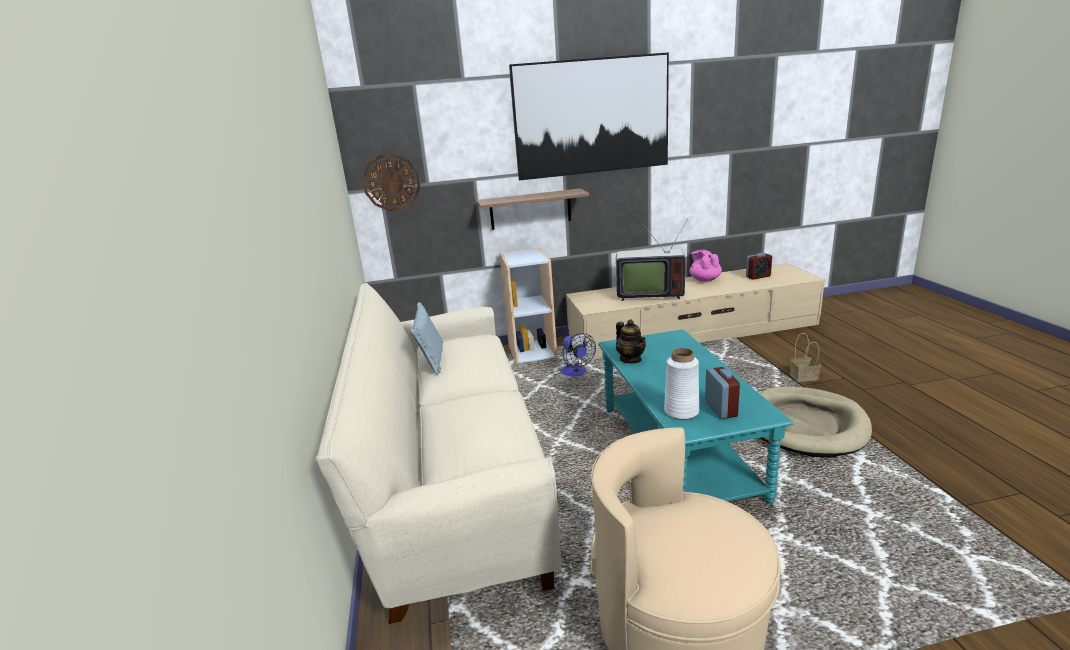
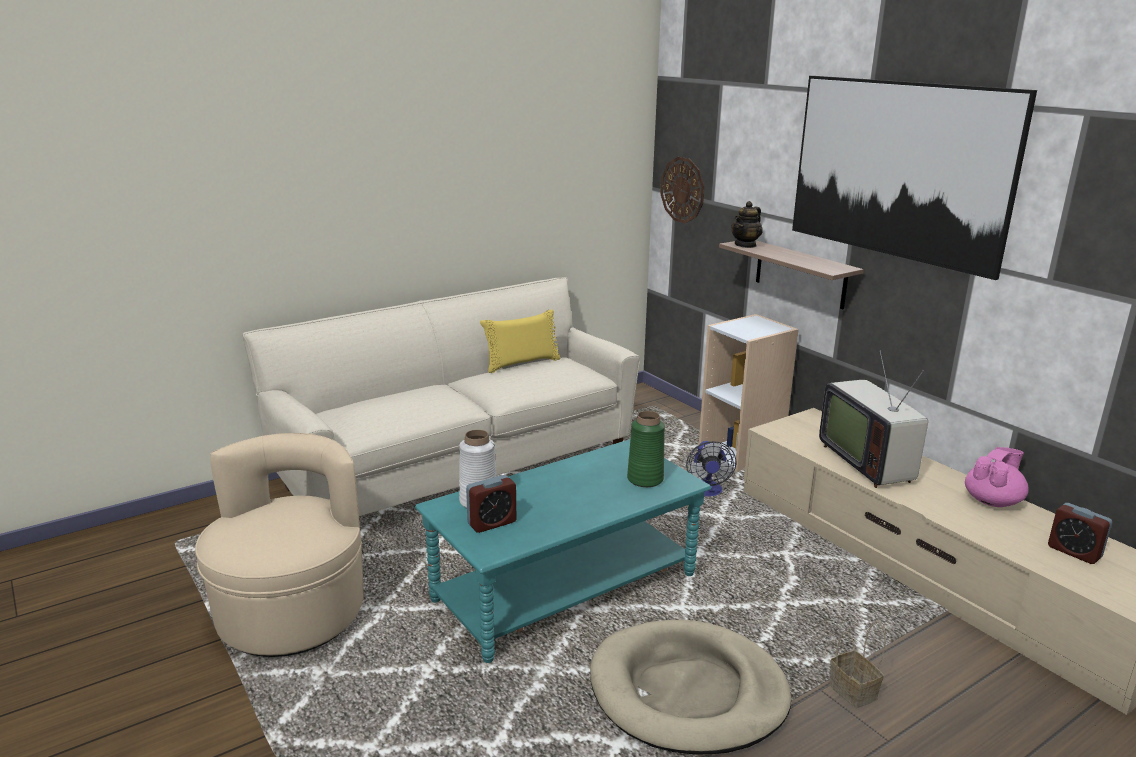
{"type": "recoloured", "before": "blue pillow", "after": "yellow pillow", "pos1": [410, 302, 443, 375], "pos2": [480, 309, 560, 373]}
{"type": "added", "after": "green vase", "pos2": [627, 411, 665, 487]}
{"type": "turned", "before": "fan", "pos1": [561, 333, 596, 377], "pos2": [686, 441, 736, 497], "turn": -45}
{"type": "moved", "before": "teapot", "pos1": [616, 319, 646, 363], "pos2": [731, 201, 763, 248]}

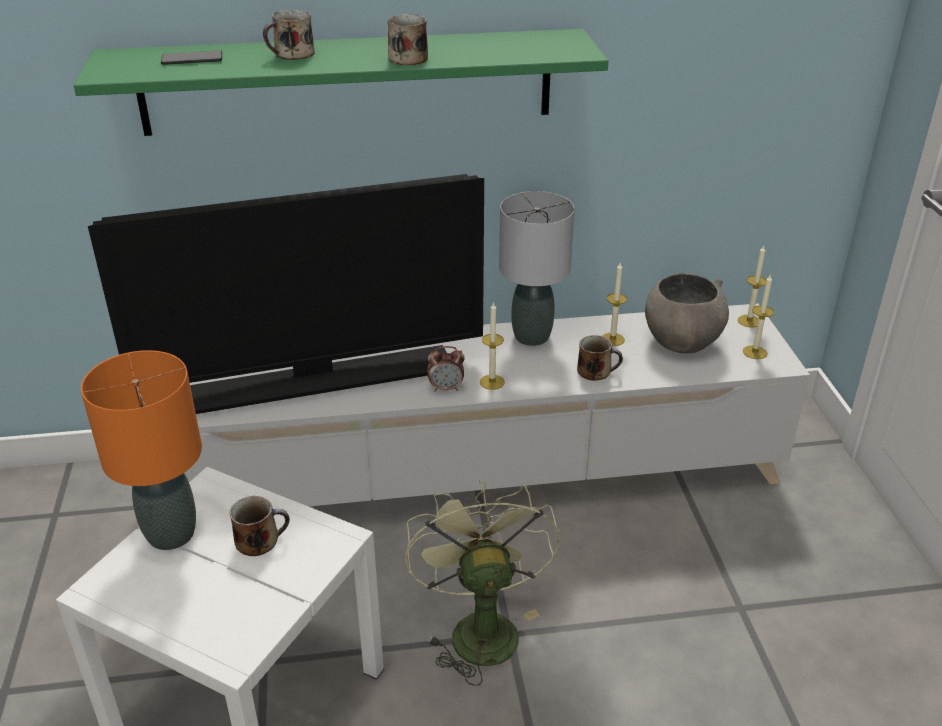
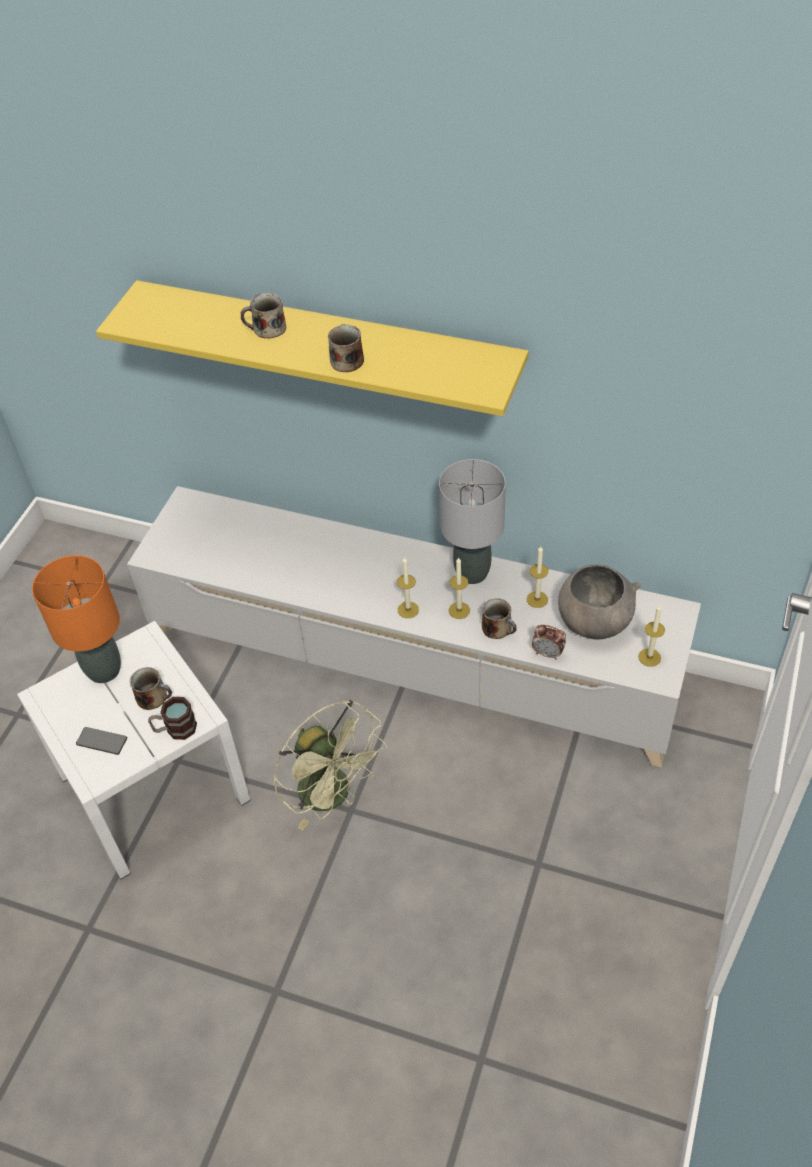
{"type": "moved", "before": "phone", "pos1": [161, 50, 222, 65], "pos2": [76, 727, 127, 755]}
{"type": "recoloured", "before": "green shelf", "after": "yellow shelf", "pos1": [74, 29, 608, 136], "pos2": [96, 280, 529, 416]}
{"type": "added", "after": "mug", "pos2": [148, 697, 197, 740]}
{"type": "turned", "before": "green fan", "pos1": [405, 481, 560, 686], "pos2": [273, 700, 387, 831], "turn": 120}
{"type": "moved", "before": "candle", "pos1": [738, 246, 766, 328], "pos2": [449, 557, 470, 619]}
{"type": "moved", "before": "alarm clock", "pos1": [427, 346, 465, 392], "pos2": [532, 625, 566, 660]}
{"type": "removed", "before": "television", "pos1": [88, 174, 484, 414]}

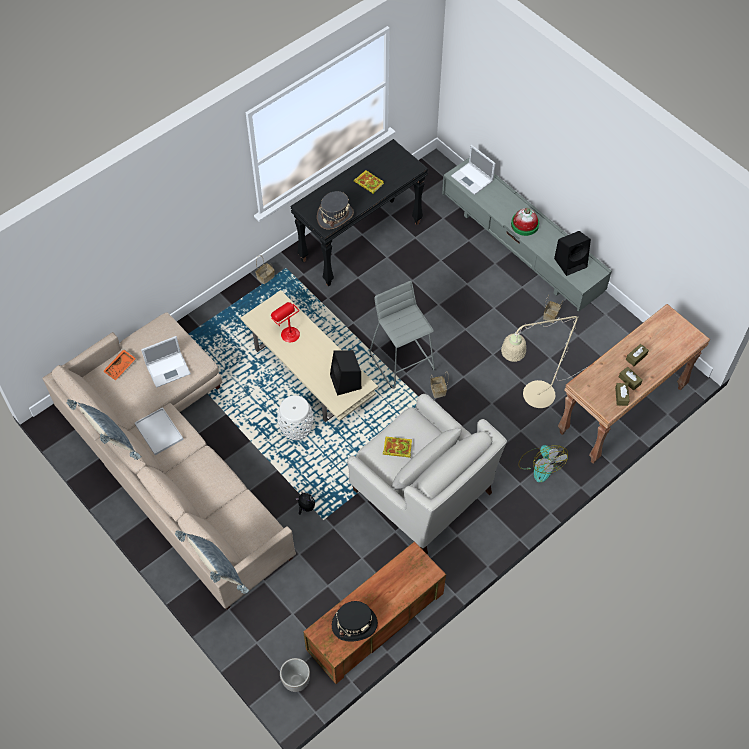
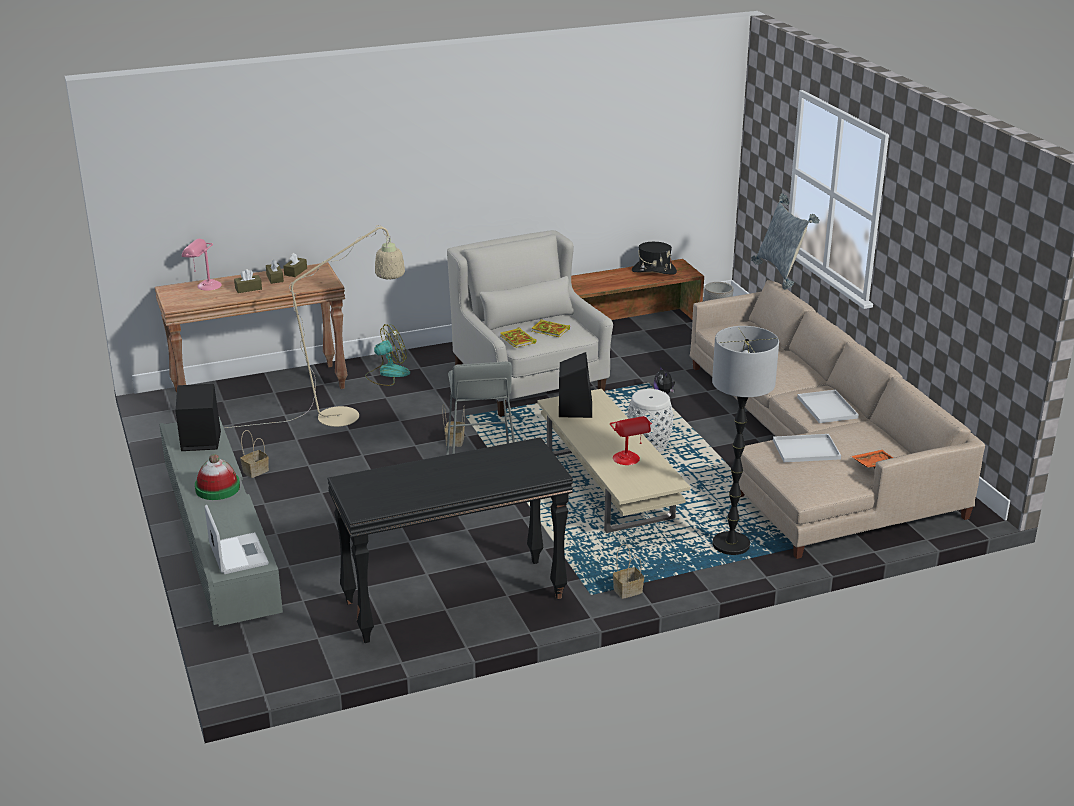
{"type": "added", "after": "pink table lamp", "pos2": [182, 239, 222, 291]}
{"type": "turned", "before": "fan", "pos1": [518, 445, 568, 483], "pos2": [365, 324, 410, 386], "turn": 60}
{"type": "moved", "before": "book", "pos1": [354, 170, 384, 194], "pos2": [500, 327, 536, 348]}
{"type": "added", "after": "floor lamp", "pos2": [712, 326, 779, 555]}
{"type": "replaced", "before": "laptop", "after": "white tray", "pos1": [141, 336, 191, 388], "pos2": [773, 434, 841, 462]}
{"type": "removed", "before": "pillow", "pos1": [67, 399, 141, 460]}
{"type": "removed", "before": "grey hat", "pos1": [317, 191, 354, 229]}

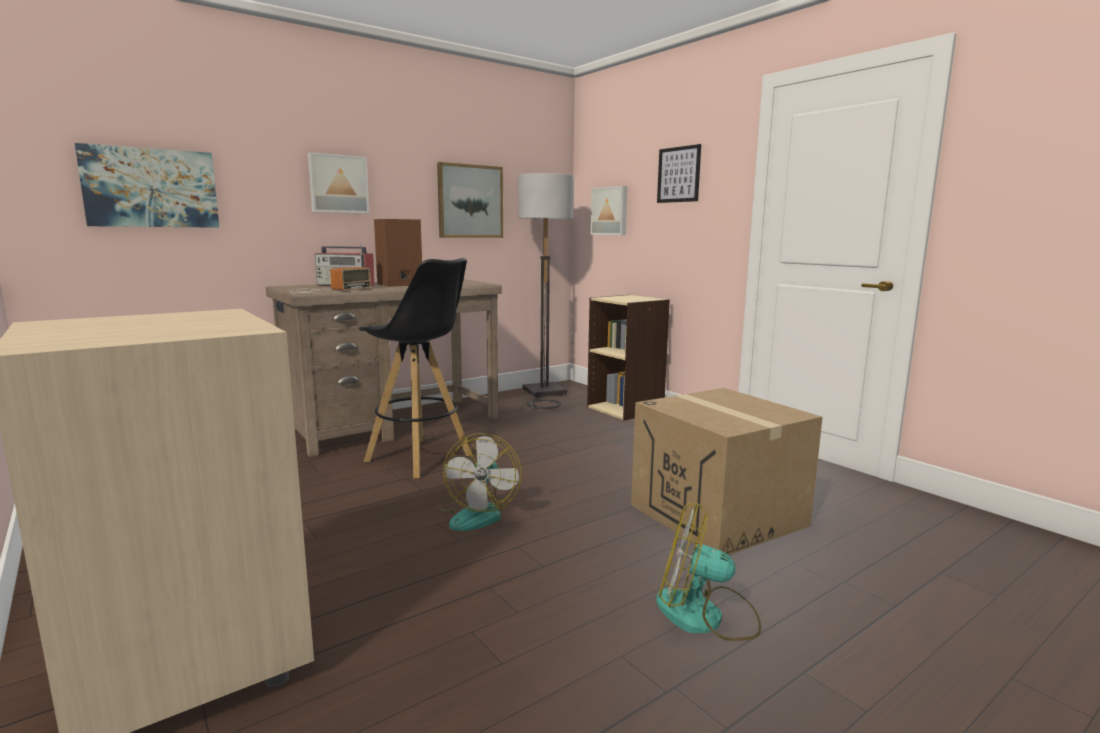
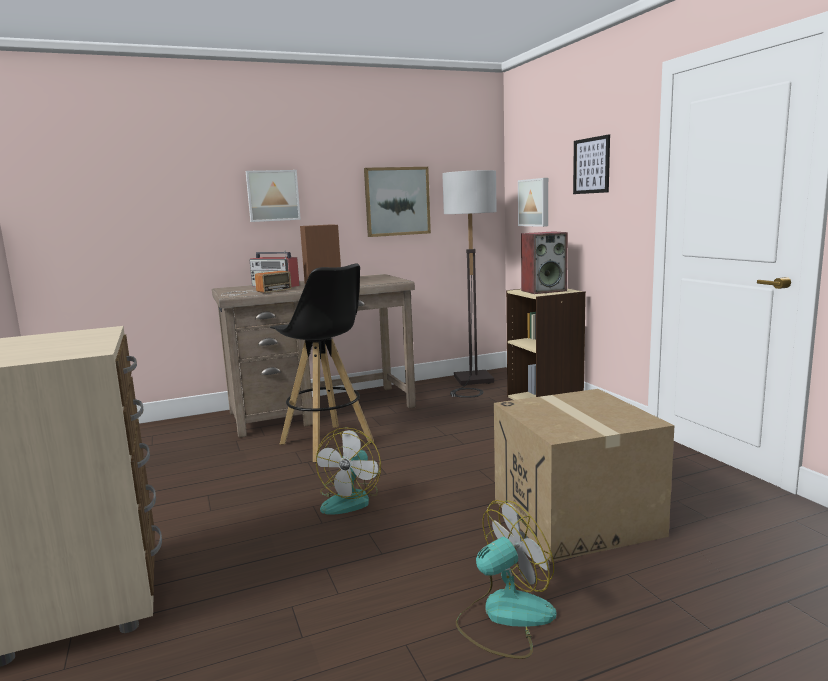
{"type": "turned", "before": "fan", "pos1": [656, 503, 761, 641], "pos2": [456, 500, 557, 659], "turn": 120}
{"type": "added", "after": "speaker", "pos2": [521, 231, 568, 294]}
{"type": "removed", "before": "picture", "pos1": [75, 143, 220, 228]}

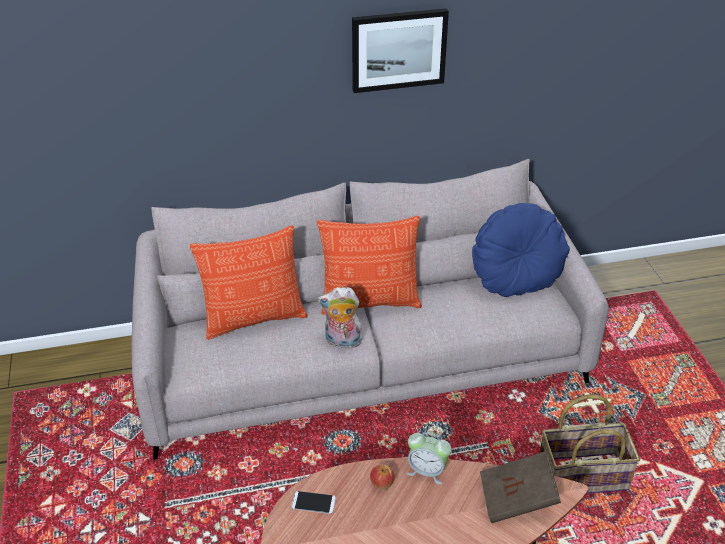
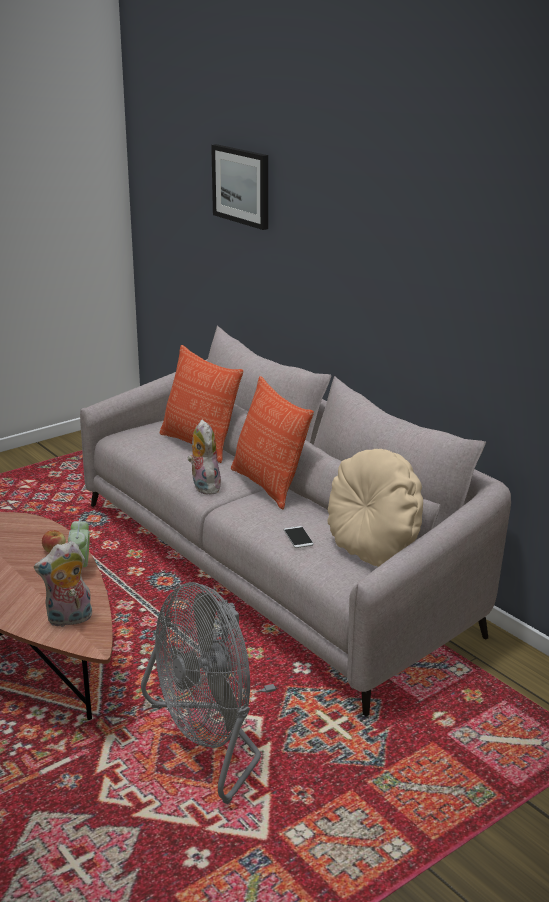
{"type": "replaced", "before": "brown book", "after": "plush toy", "pos1": [480, 451, 561, 523], "pos2": [34, 541, 92, 627]}
{"type": "replaced", "before": "basket", "after": "grey fan", "pos1": [539, 394, 640, 494], "pos2": [141, 582, 278, 804]}
{"type": "moved", "before": "picture", "pos1": [352, 8, 449, 93], "pos2": [211, 144, 268, 230]}
{"type": "moved", "before": "phone", "pos1": [292, 491, 336, 514], "pos2": [284, 526, 314, 548]}
{"type": "recoloured", "before": "blue pillow", "after": "beige pillow", "pos1": [472, 203, 570, 297], "pos2": [327, 449, 423, 567]}

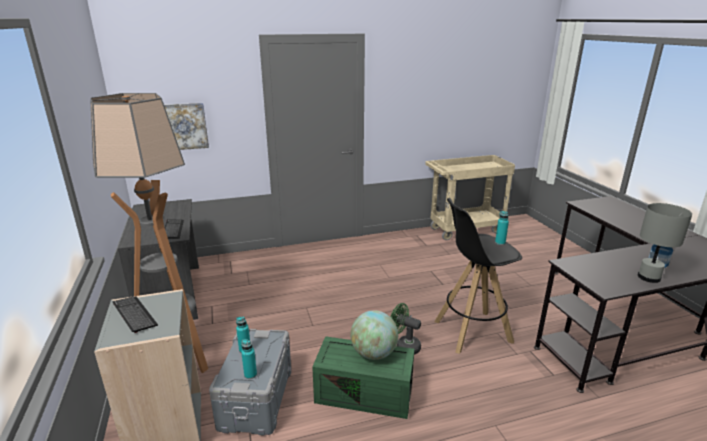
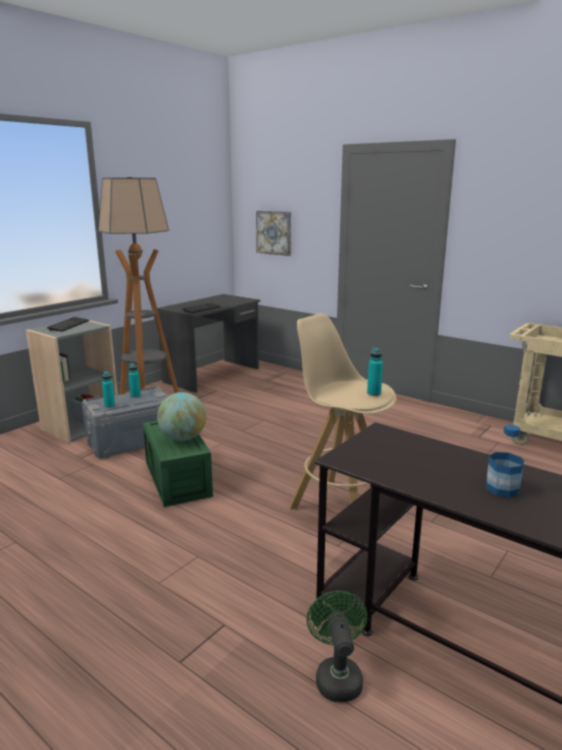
{"type": "recoloured", "before": "black stool", "after": "beige stool", "pos1": [434, 198, 522, 354], "pos2": [289, 314, 396, 509]}
{"type": "moved", "before": "green fan", "pos1": [391, 303, 421, 355], "pos2": [306, 591, 367, 702]}
{"type": "removed", "before": "grey table lamp", "pos1": [638, 203, 692, 283]}

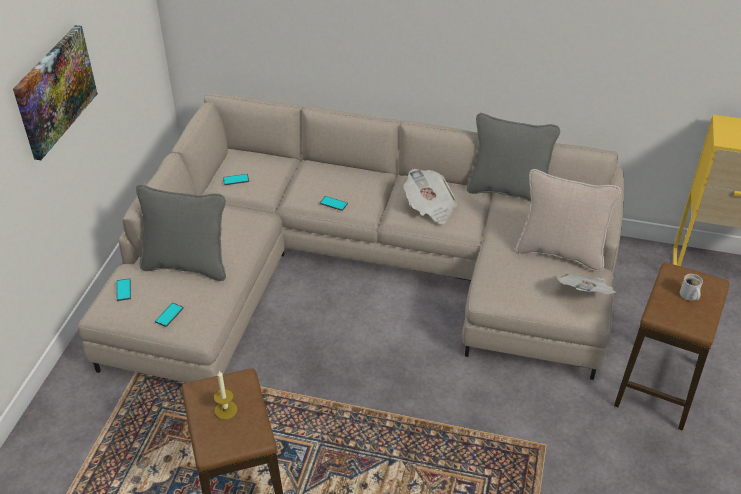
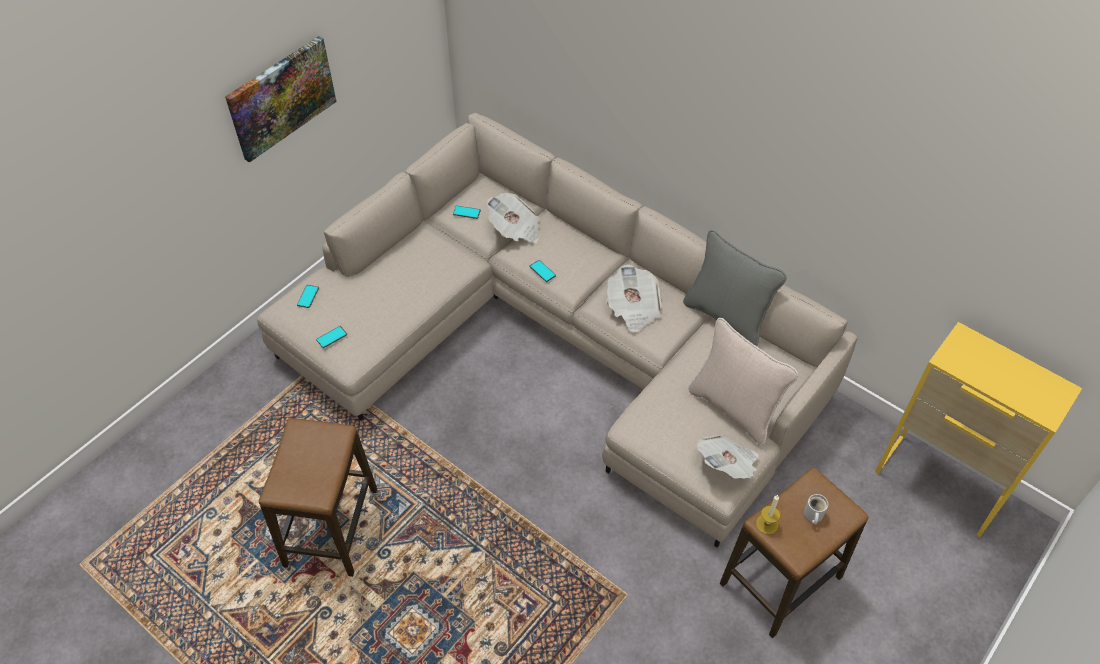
{"type": "added", "after": "newspaper", "pos2": [487, 193, 540, 243]}
{"type": "moved", "before": "candle", "pos1": [214, 371, 237, 419], "pos2": [756, 495, 781, 534]}
{"type": "removed", "before": "grey pillow", "pos1": [136, 184, 226, 281]}

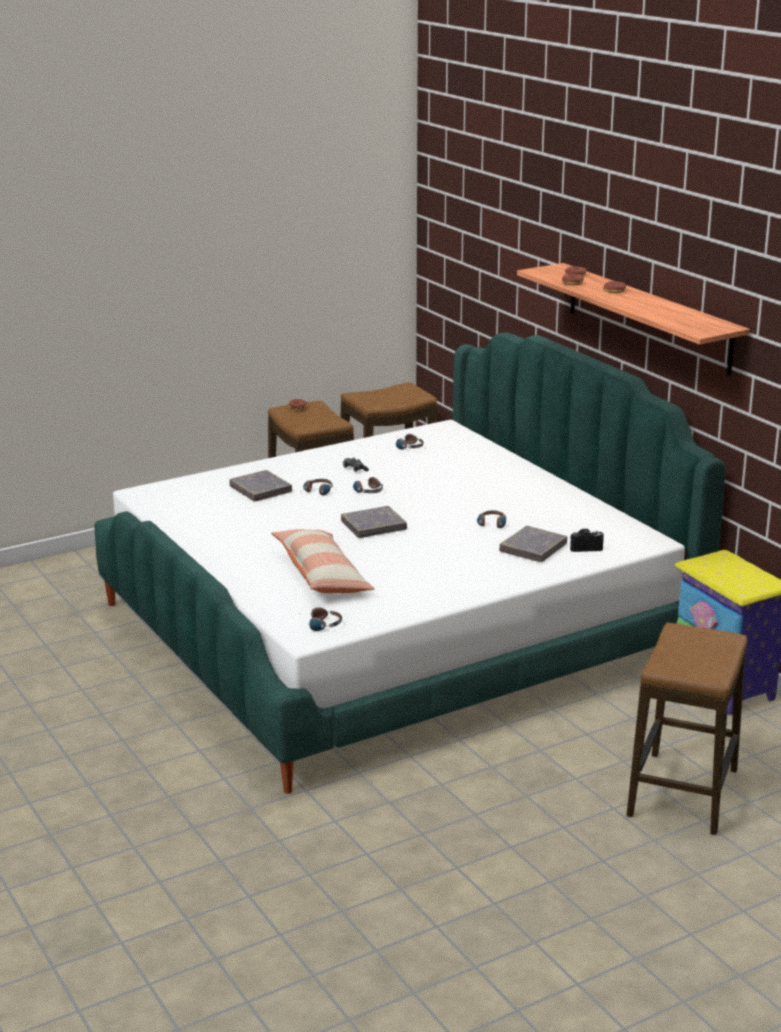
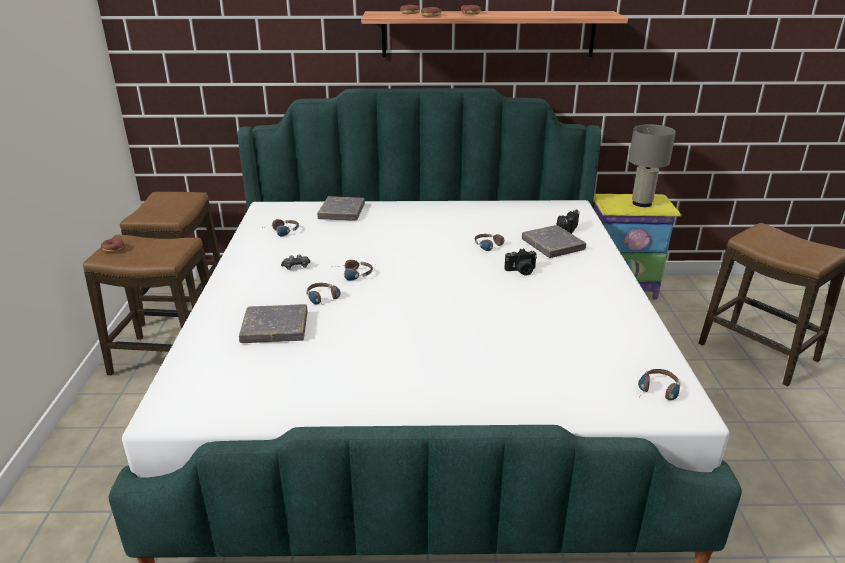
{"type": "moved", "before": "grey book", "pos1": [341, 506, 407, 538], "pos2": [317, 196, 365, 221]}
{"type": "added", "after": "photo camera", "pos2": [504, 249, 537, 276]}
{"type": "added", "after": "grey table lamp", "pos2": [629, 124, 676, 207]}
{"type": "removed", "before": "pillow", "pos1": [271, 529, 375, 593]}

